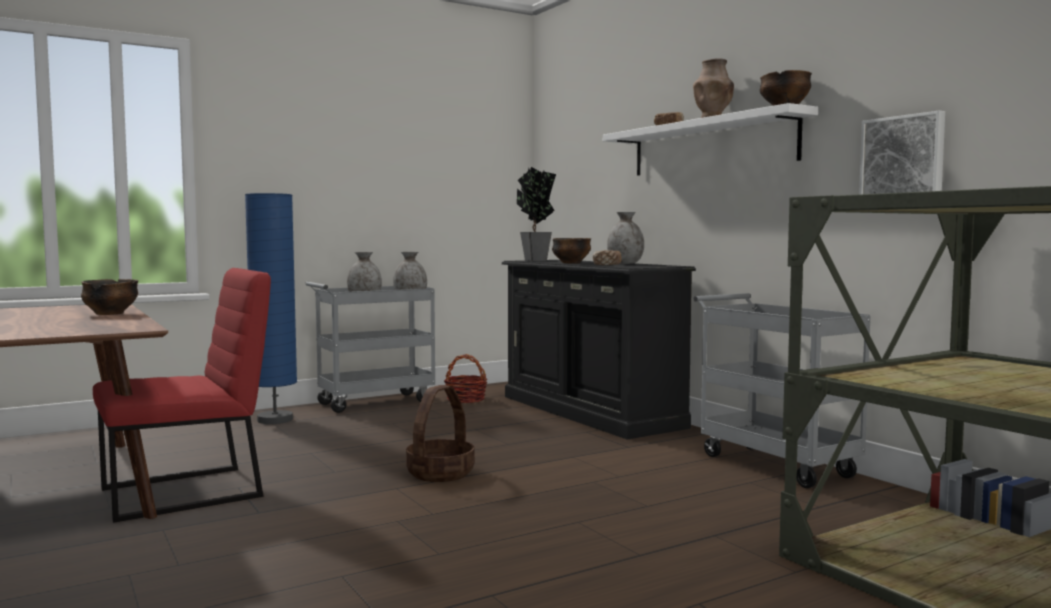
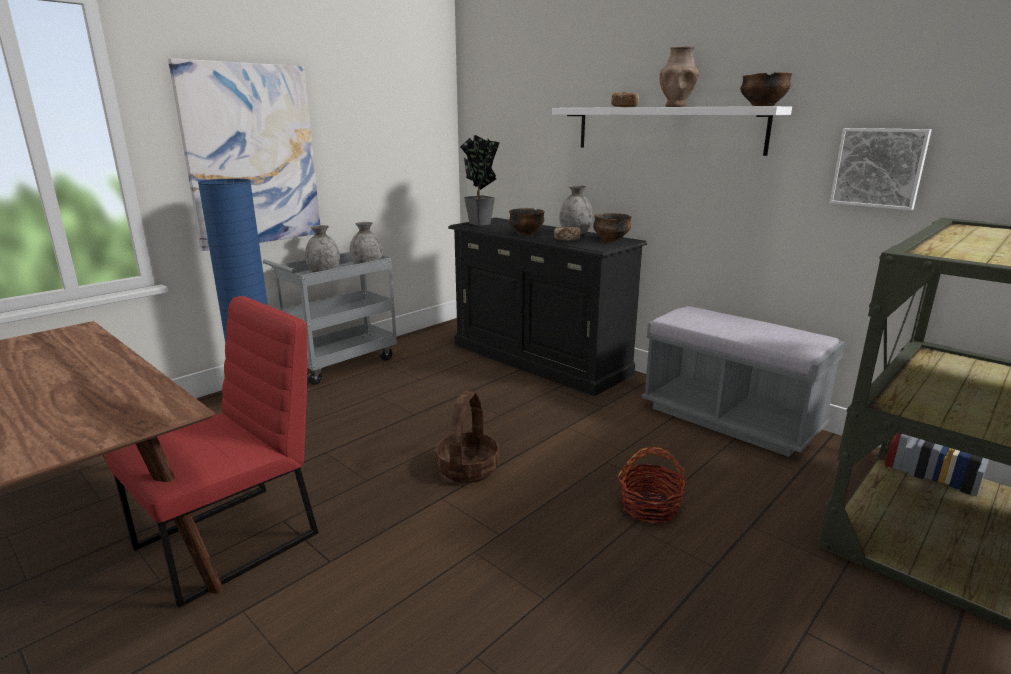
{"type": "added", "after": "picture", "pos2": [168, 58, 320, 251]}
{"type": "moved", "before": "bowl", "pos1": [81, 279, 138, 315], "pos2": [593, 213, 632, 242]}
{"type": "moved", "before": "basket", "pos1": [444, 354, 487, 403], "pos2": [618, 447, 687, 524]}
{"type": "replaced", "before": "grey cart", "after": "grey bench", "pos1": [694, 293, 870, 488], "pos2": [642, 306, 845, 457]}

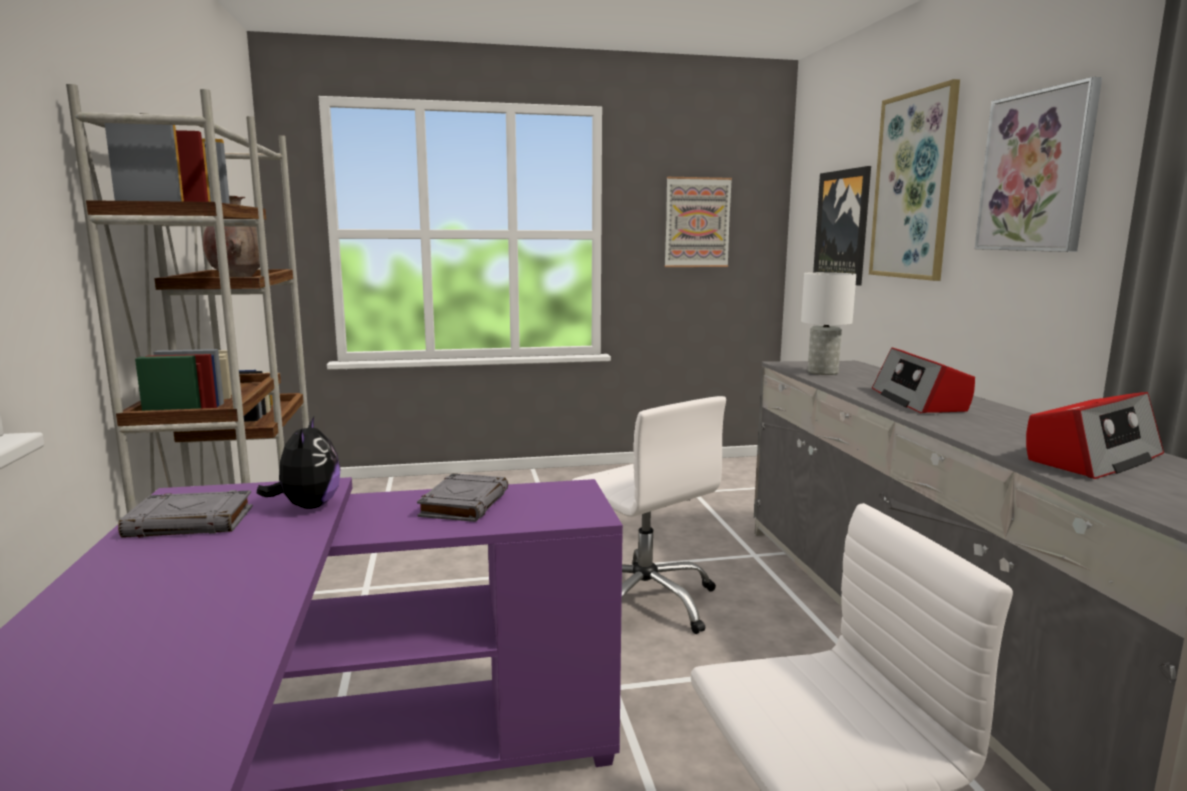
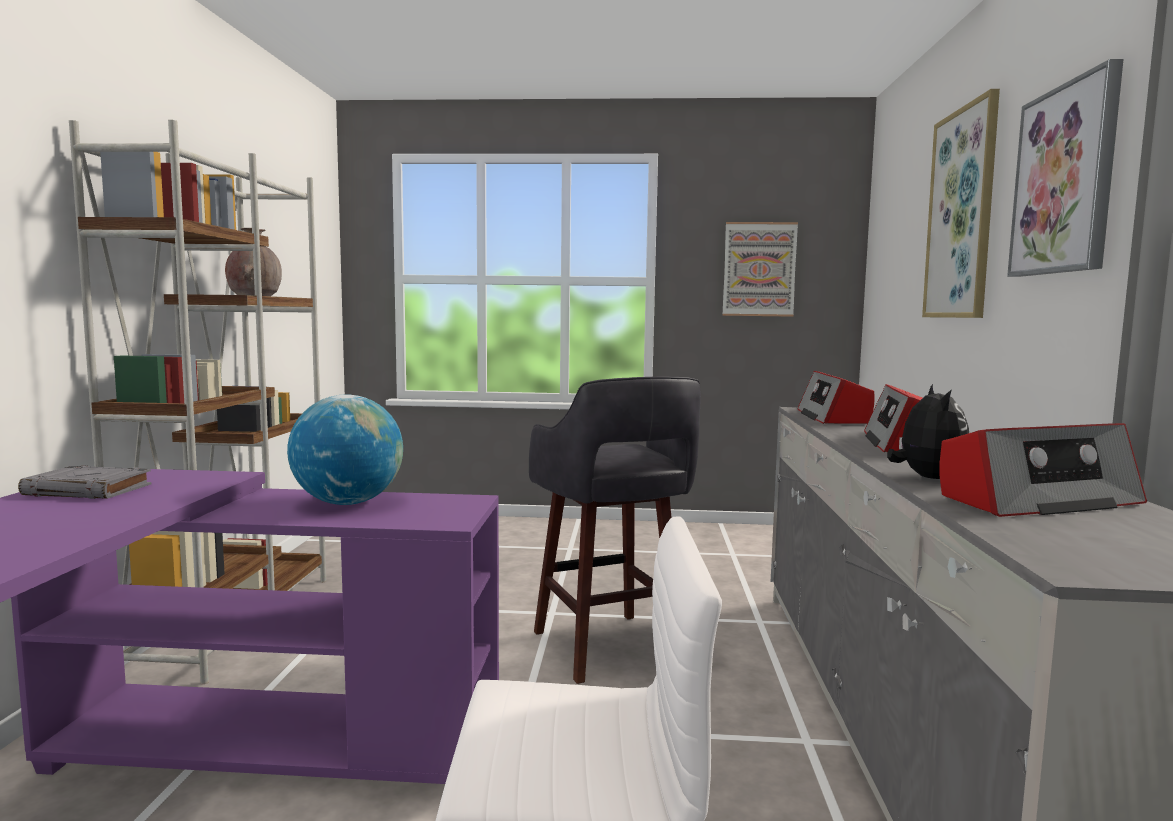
{"type": "replaced", "before": "grey book", "after": "globe", "pos1": [417, 473, 508, 522], "pos2": [287, 395, 403, 505]}
{"type": "replaced", "before": "white office chair", "after": "grey stool", "pos1": [572, 396, 726, 634], "pos2": [529, 377, 701, 684]}
{"type": "replaced", "before": "white table lamp", "after": "radio", "pos1": [801, 272, 856, 375], "pos2": [797, 371, 875, 424]}
{"type": "moved", "before": "plush toy", "pos1": [256, 417, 340, 509], "pos2": [887, 384, 969, 479]}
{"type": "removed", "before": "picture", "pos1": [813, 166, 871, 286]}

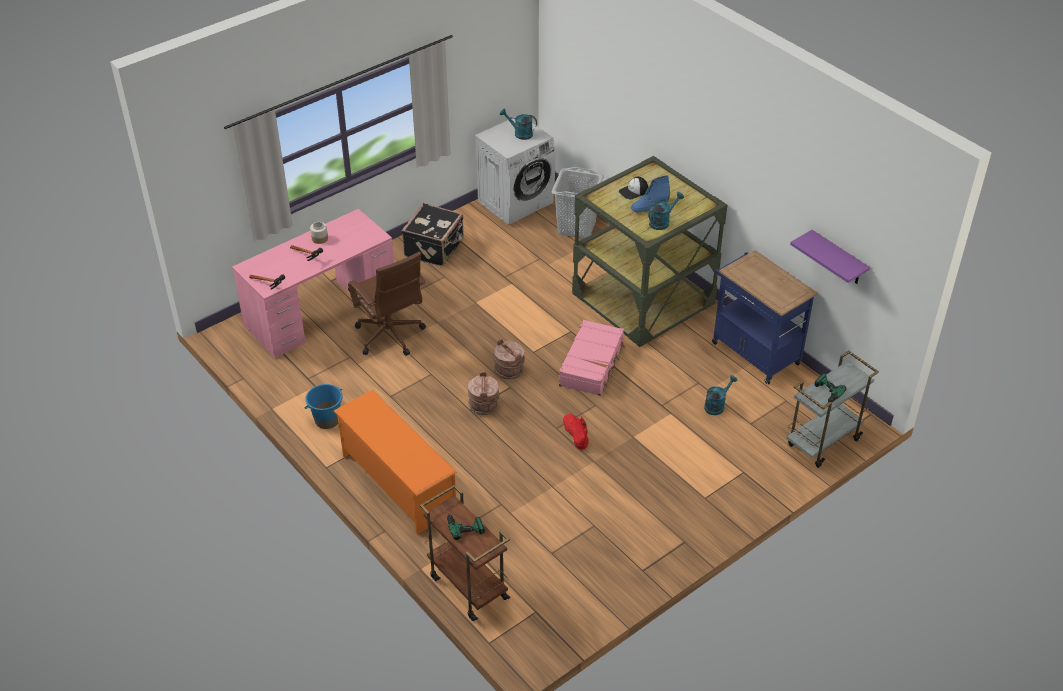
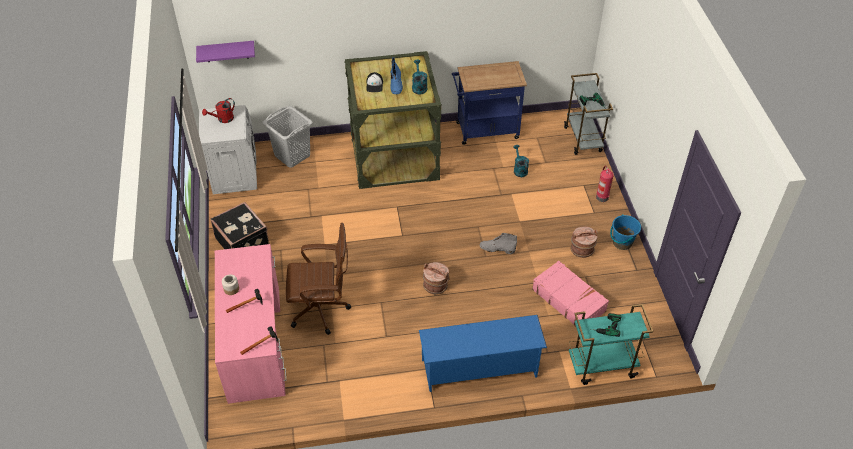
{"type": "moved", "before": "purple shelf", "pos1": [790, 230, 870, 284], "pos2": [196, 41, 255, 63]}
{"type": "recoloured", "before": "turquoise watering can", "after": "red watering can", "pos1": [500, 108, 537, 140], "pos2": [202, 98, 235, 123]}
{"type": "recoloured", "before": "orange shoe rack", "after": "blue shoe rack", "pos1": [334, 390, 457, 535], "pos2": [419, 315, 547, 392]}
{"type": "recoloured", "before": "red boot", "after": "grey boot", "pos1": [563, 414, 589, 450], "pos2": [480, 233, 517, 254]}
{"type": "moved", "before": "pink suitcase", "pos1": [559, 320, 625, 396], "pos2": [532, 261, 609, 327]}
{"type": "recoloured", "before": "brown cart", "after": "turquoise cart", "pos1": [420, 485, 511, 621], "pos2": [569, 304, 653, 385]}
{"type": "moved", "before": "brown bucket", "pos1": [494, 339, 525, 379], "pos2": [571, 227, 598, 258]}
{"type": "added", "after": "fire extinguisher", "pos2": [596, 166, 614, 202]}
{"type": "moved", "before": "blue bucket", "pos1": [304, 384, 343, 429], "pos2": [610, 214, 641, 250]}

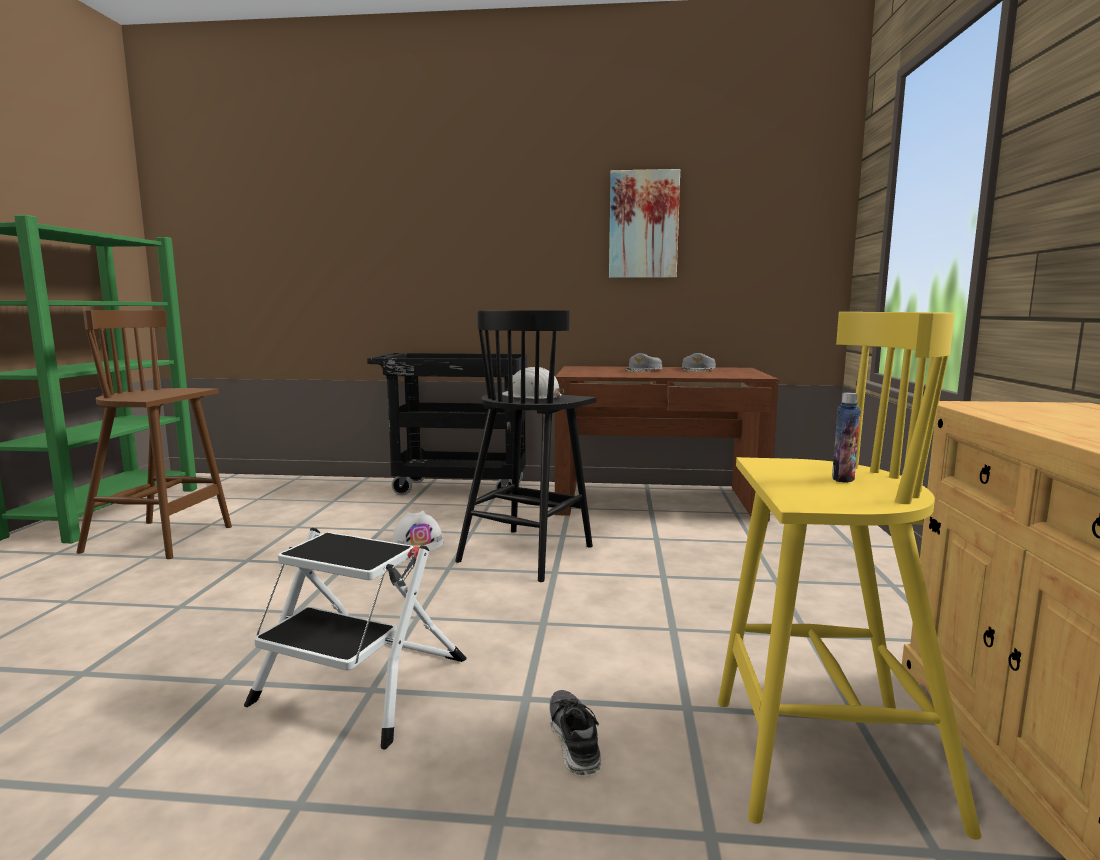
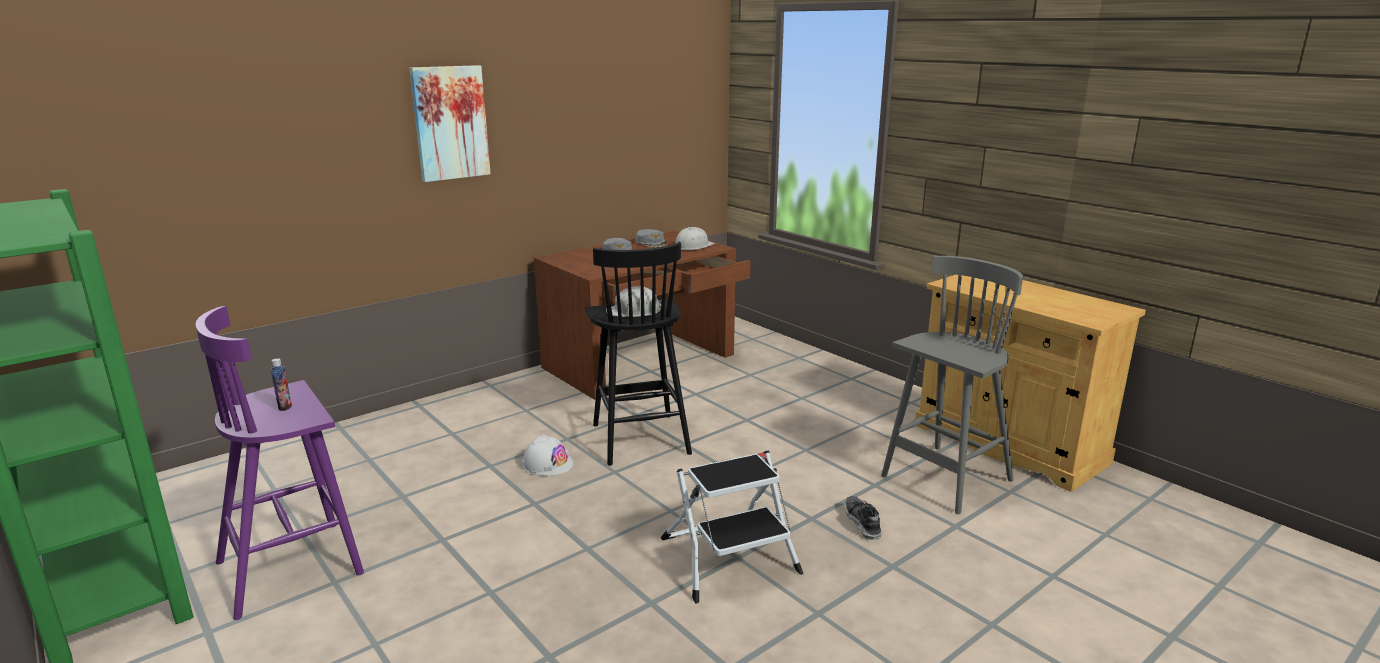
{"type": "recoloured", "before": "brown stool", "after": "purple stool", "pos1": [76, 310, 232, 559], "pos2": [196, 306, 364, 620]}
{"type": "moved", "before": "bottle", "pos1": [832, 393, 861, 483], "pos2": [271, 358, 292, 411]}
{"type": "moved", "before": "picture", "pos1": [609, 169, 680, 278], "pos2": [409, 65, 491, 182]}
{"type": "added", "after": "white hard hat", "pos2": [675, 227, 715, 250]}
{"type": "turned", "before": "shoe", "pos1": [549, 690, 602, 776], "pos2": [845, 496, 882, 540], "turn": 45}
{"type": "recoloured", "before": "yellow stool", "after": "grey stool", "pos1": [718, 312, 982, 840], "pos2": [881, 256, 1023, 514]}
{"type": "removed", "before": "black cart", "pos1": [367, 353, 527, 495]}

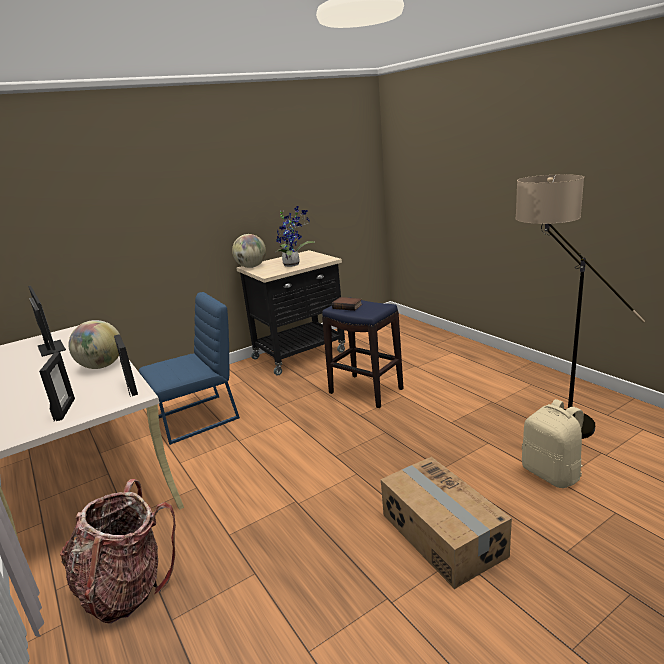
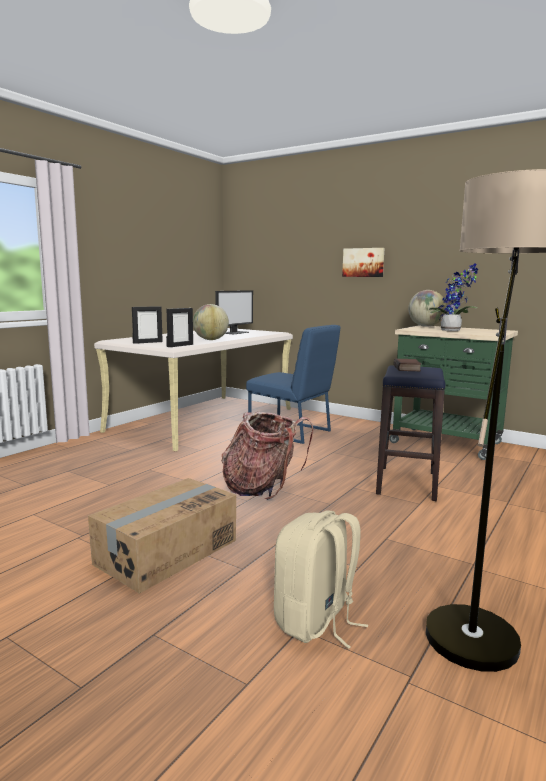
{"type": "moved", "before": "backpack", "pos1": [60, 479, 176, 624], "pos2": [221, 411, 314, 500]}
{"type": "added", "after": "picture", "pos2": [342, 248, 384, 277]}
{"type": "recoloured", "before": "black cart", "after": "green cart", "pos1": [236, 250, 345, 376], "pos2": [389, 325, 518, 460]}

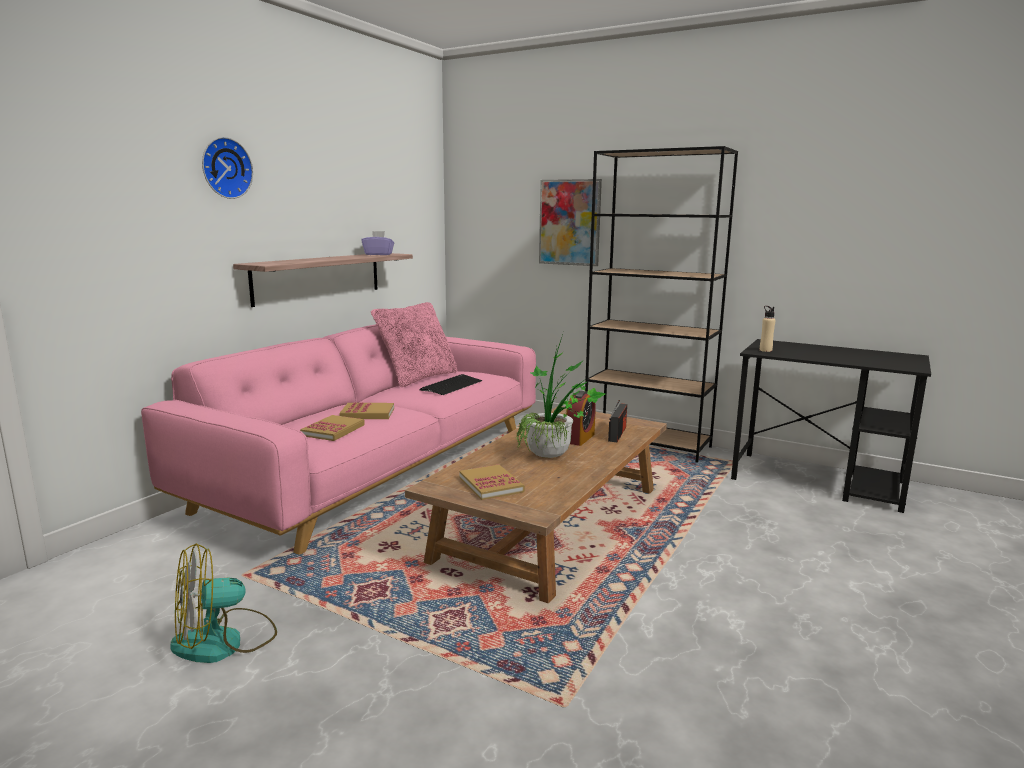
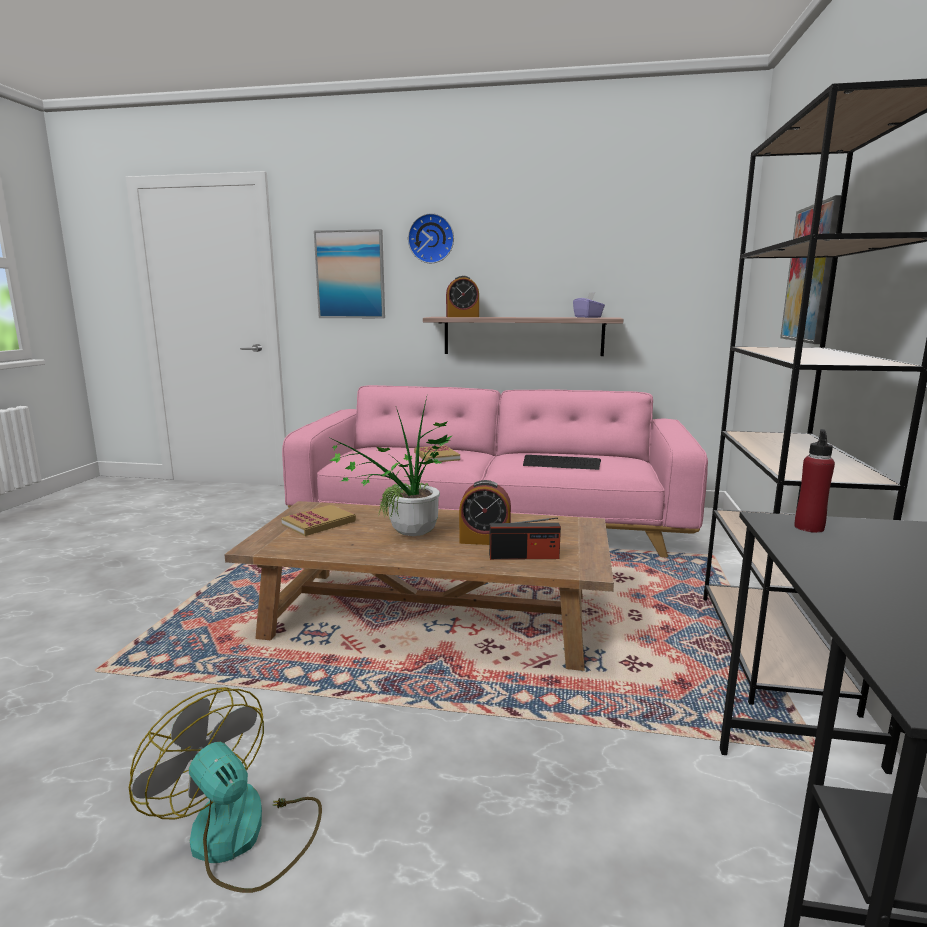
{"type": "moved", "before": "fan", "pos1": [171, 543, 277, 663], "pos2": [129, 687, 322, 893]}
{"type": "added", "after": "picture", "pos2": [314, 229, 385, 318]}
{"type": "added", "after": "alarm clock", "pos2": [446, 276, 479, 317]}
{"type": "recoloured", "before": "beige bottle", "after": "red bottle", "pos1": [760, 306, 776, 352], "pos2": [795, 429, 835, 533]}
{"type": "removed", "before": "book", "pos1": [300, 415, 365, 441]}
{"type": "removed", "before": "pink pillow", "pos1": [371, 302, 457, 387]}

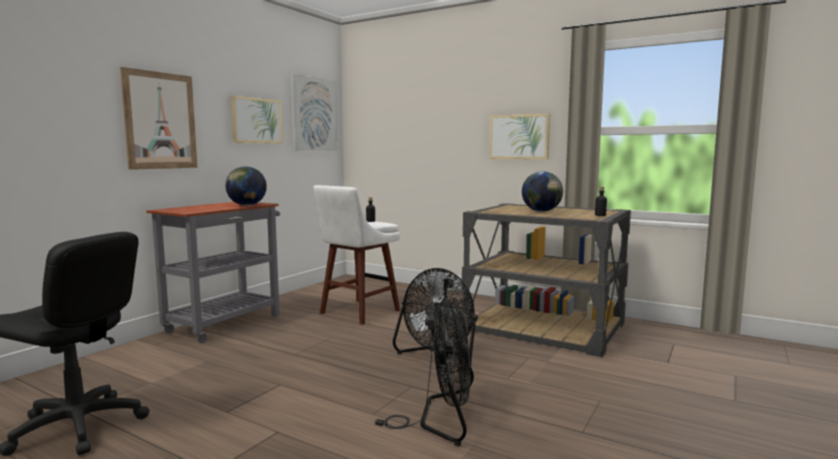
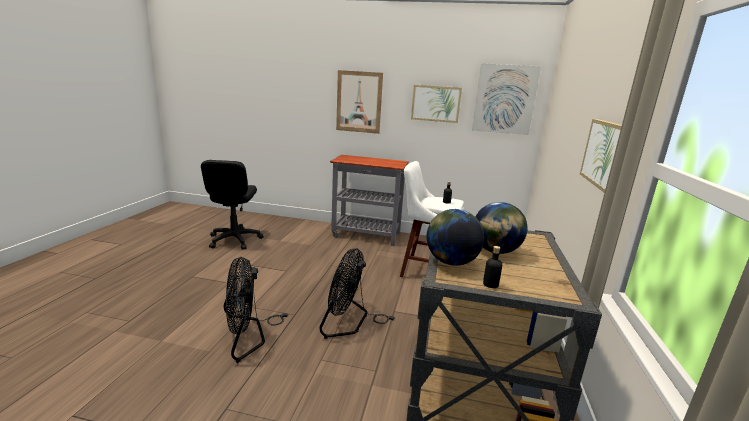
{"type": "turned", "before": "black fan", "pos1": [375, 299, 474, 447], "pos2": [224, 257, 288, 363], "turn": 75}
{"type": "moved", "before": "globe", "pos1": [225, 166, 267, 206], "pos2": [427, 209, 484, 266]}

